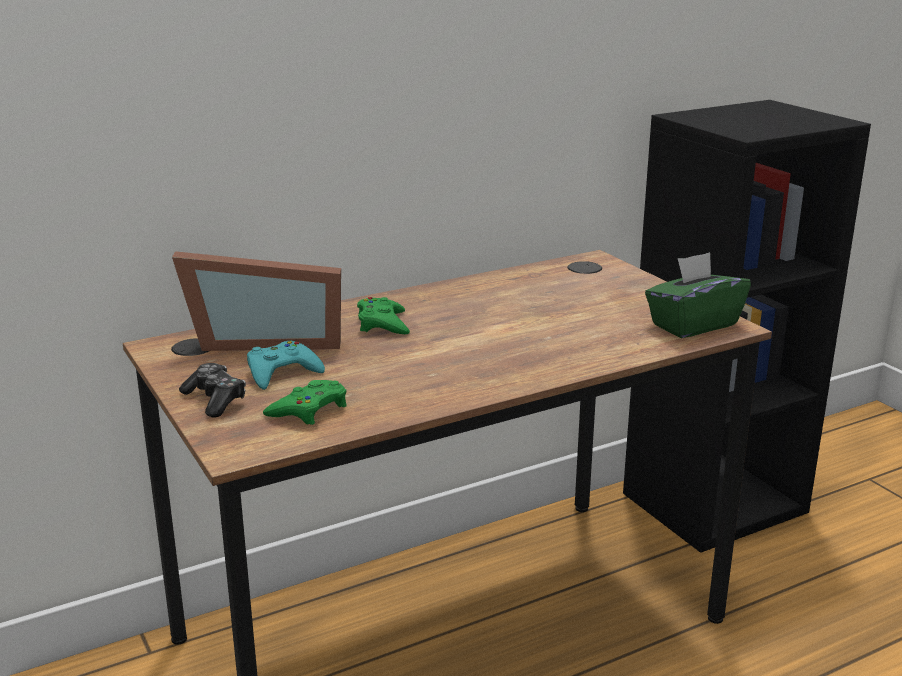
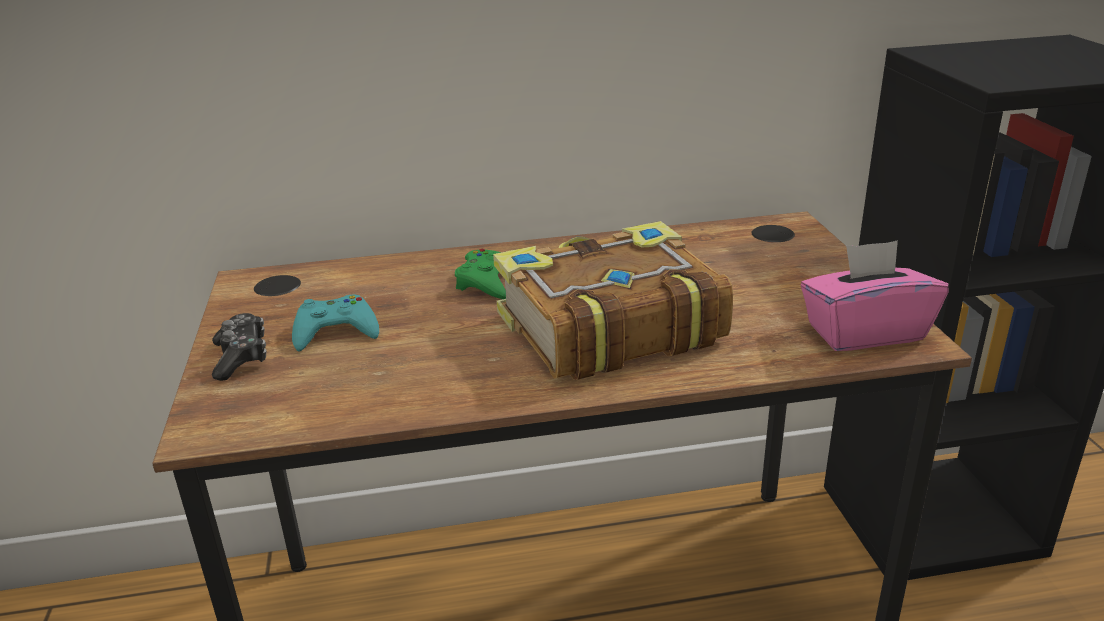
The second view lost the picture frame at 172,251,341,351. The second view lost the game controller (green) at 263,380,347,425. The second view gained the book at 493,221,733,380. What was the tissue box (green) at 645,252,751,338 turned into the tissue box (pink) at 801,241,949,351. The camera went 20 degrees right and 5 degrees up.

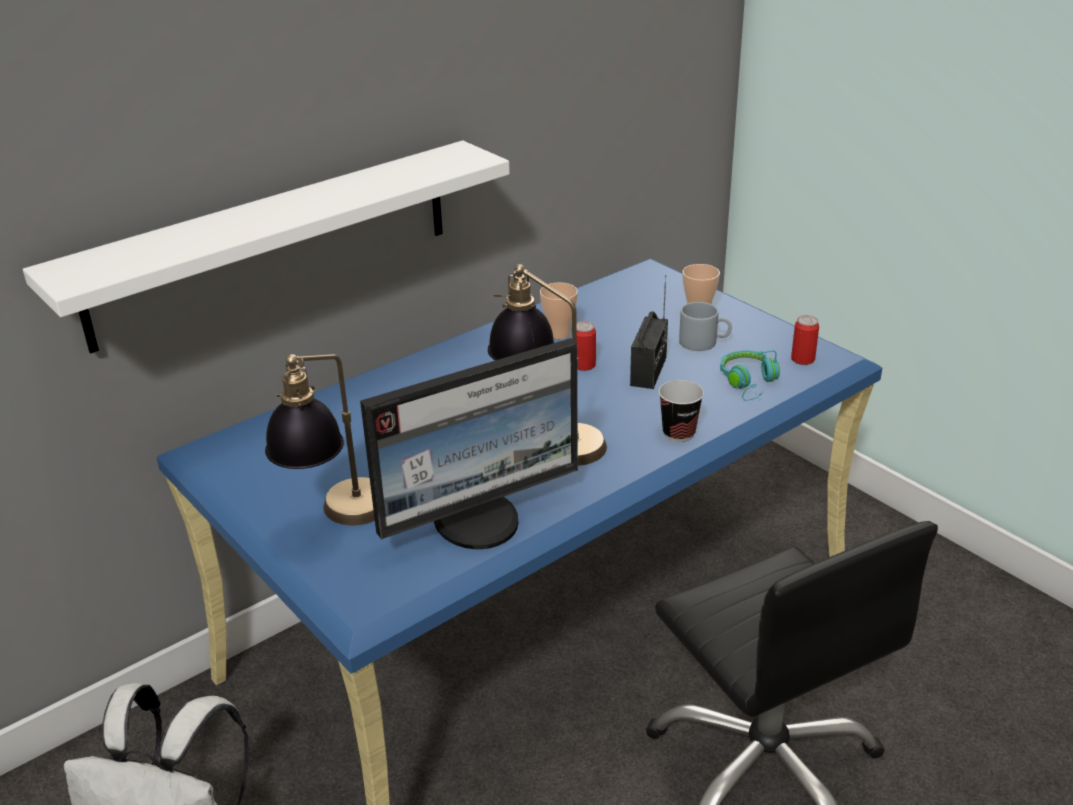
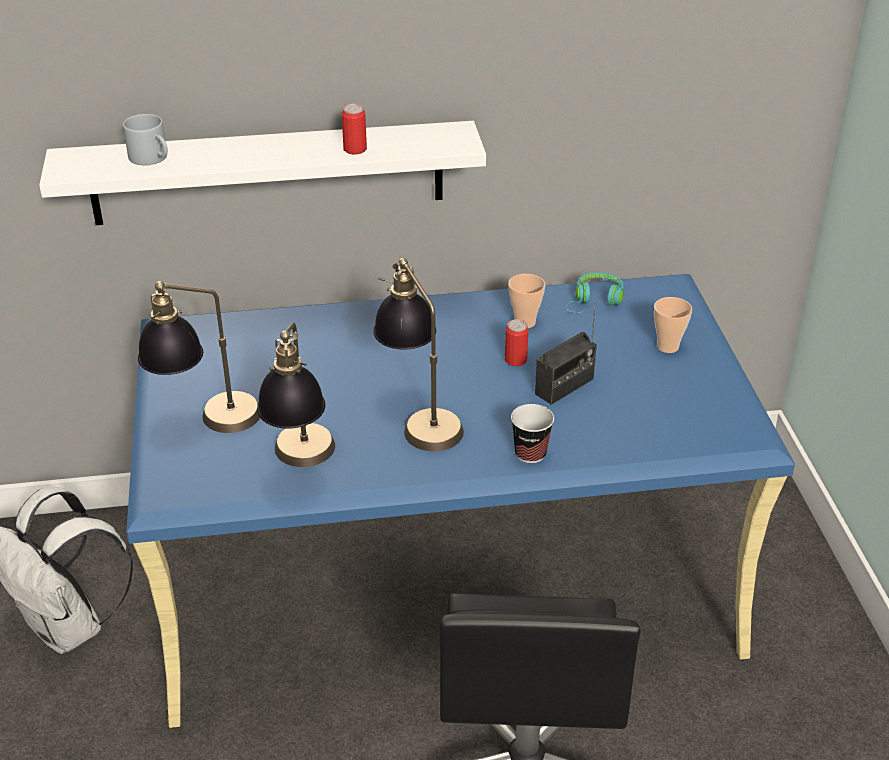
The mug (grey) ended up elsewhere, having gone from 679,302,732,351 to 123,114,168,165. The headphones (turquoise) ended up elsewhere, having gone from 720,350,780,401 to 566,272,624,313. The can ended up elsewhere, having gone from 791,315,819,365 to 342,104,367,155. Where the monitor stood at 360,338,578,549, the table lamp came to stand at 257,322,335,467. The camera went 30 degrees right and 5 degrees up.

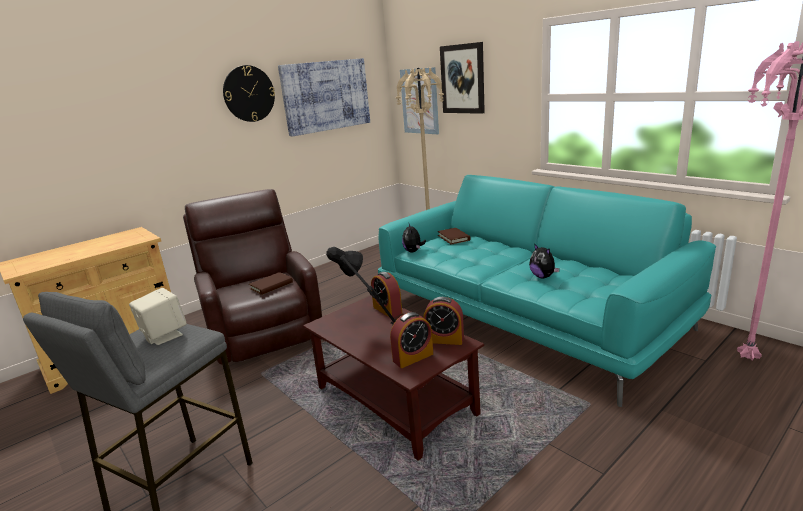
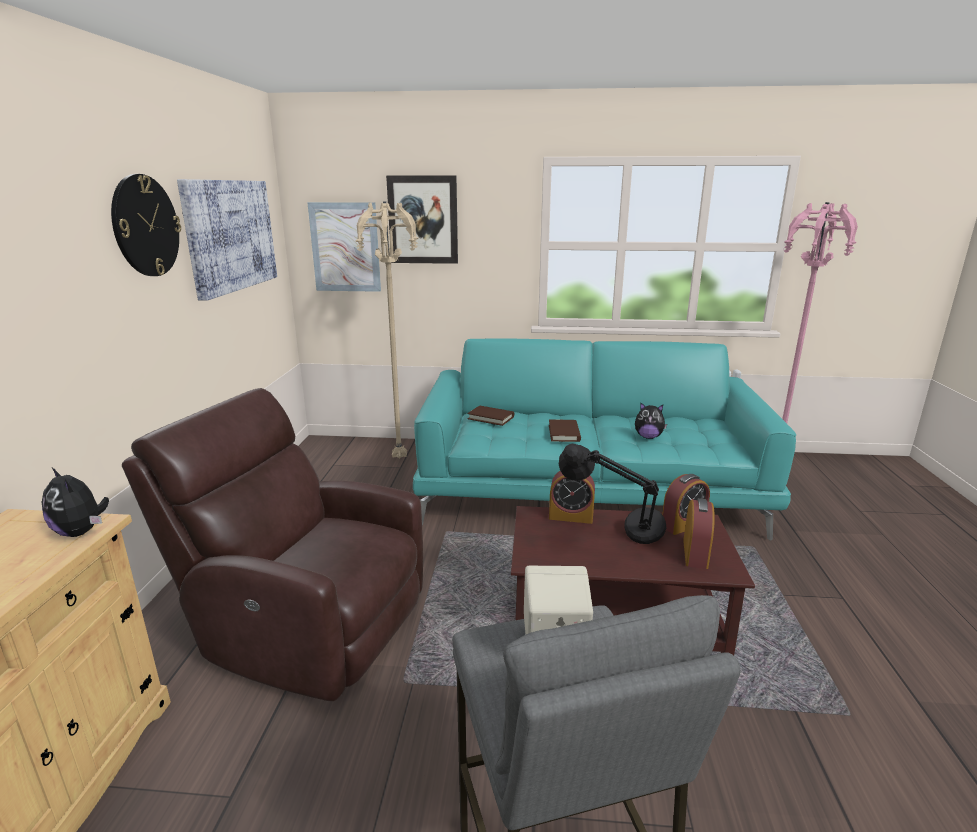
The book (brown) ended up elsewhere, having gone from 249,272,293,295 to 549,419,581,442. The plush toy ended up elsewhere, having gone from 402,222,426,252 to 42,468,109,537. The camera went 45 degrees left and 0 degrees up.

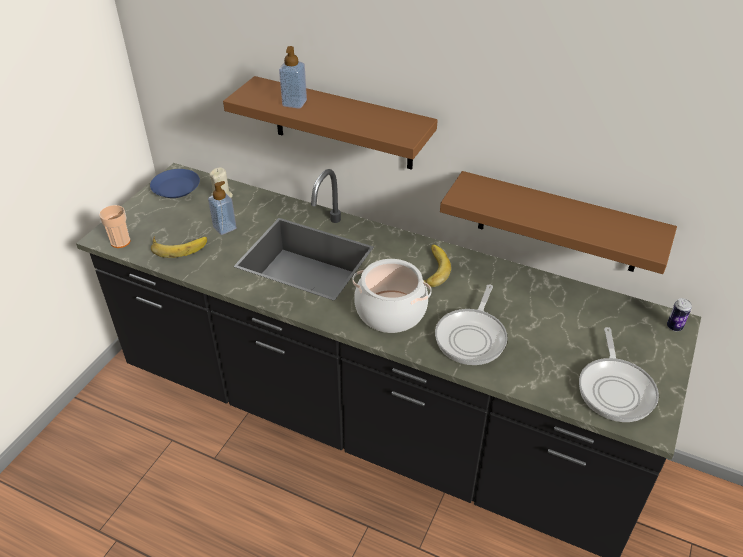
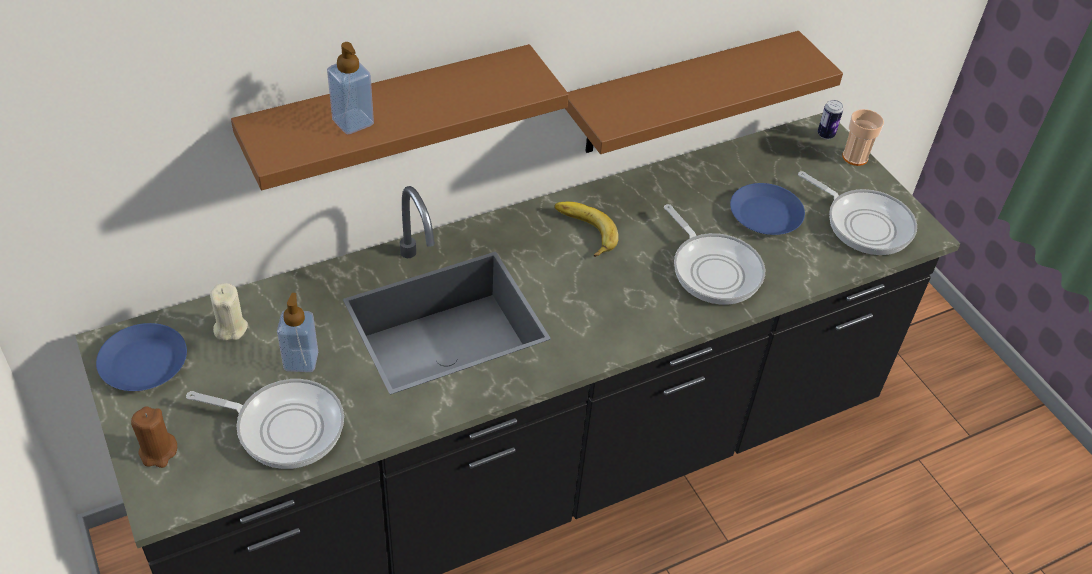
The second view lost the cooking pot at 352,259,432,333. The second view gained the candle (brown) at 131,406,177,468. The second view gained the plate (blue) at 730,183,805,235. The cup ended up elsewhere, having gone from 99,205,131,248 to 842,109,884,166. Where the banana stood at 151,236,207,258, the frying pan came to stand at 186,379,344,469. The camera went 55 degrees left and 5 degrees up.

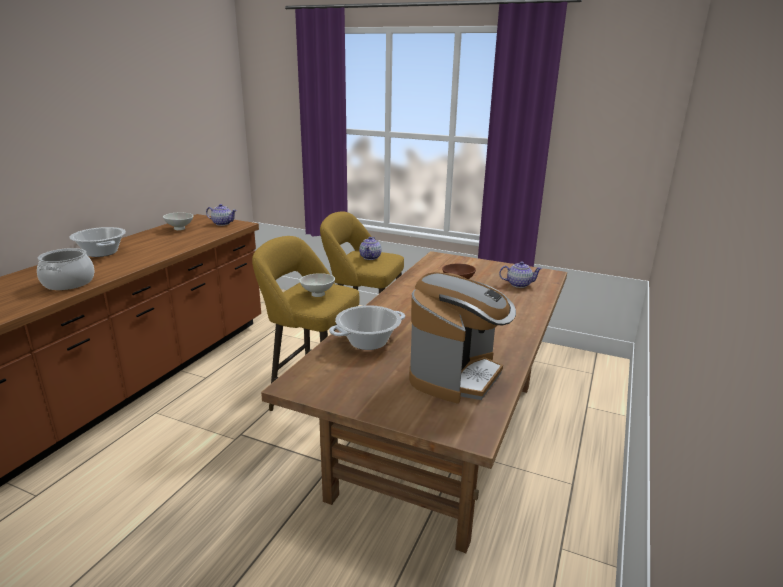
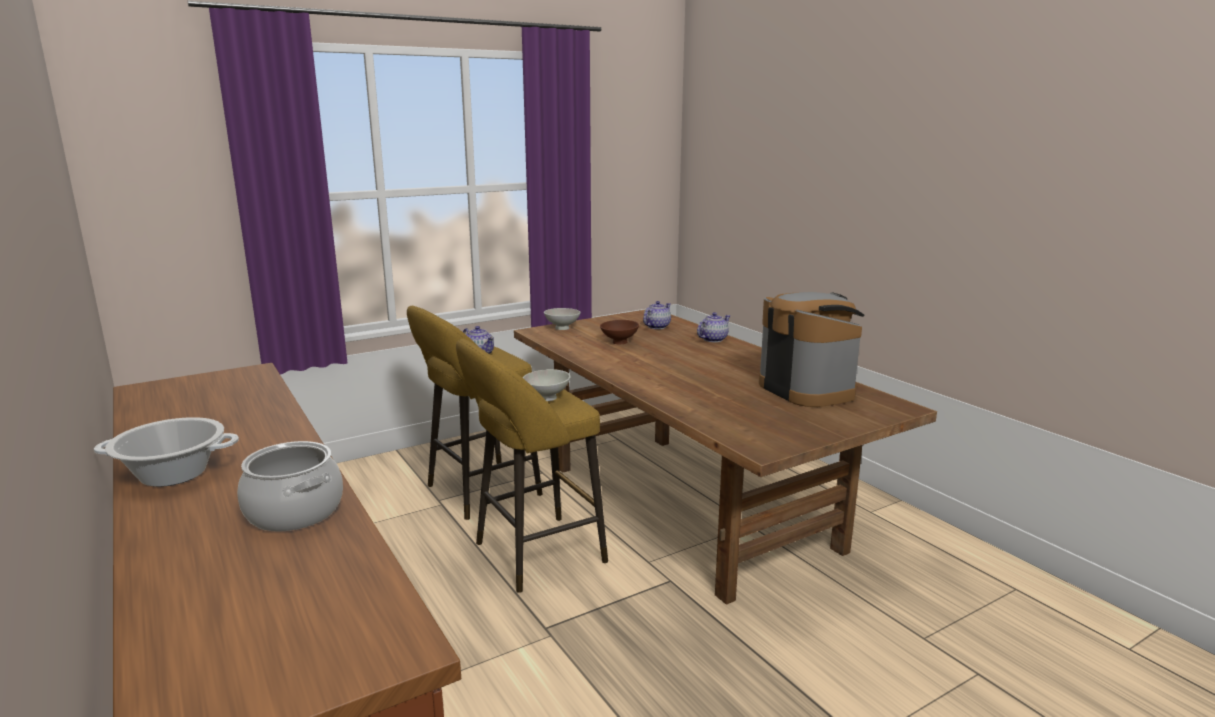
The second view lost the cooking pot at 329,305,405,350. The bowl (white) ended up elsewhere, having gone from 163,212,193,230 to 544,308,581,330. The teapot ended up elsewhere, having gone from 206,204,237,226 to 697,312,730,342. The camera went 55 degrees left and 5 degrees down.

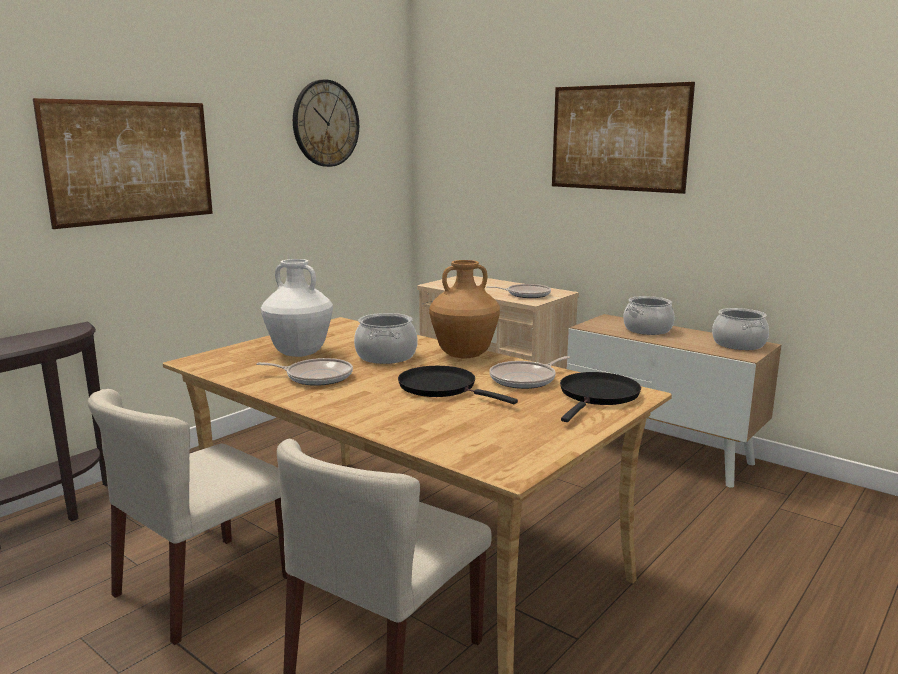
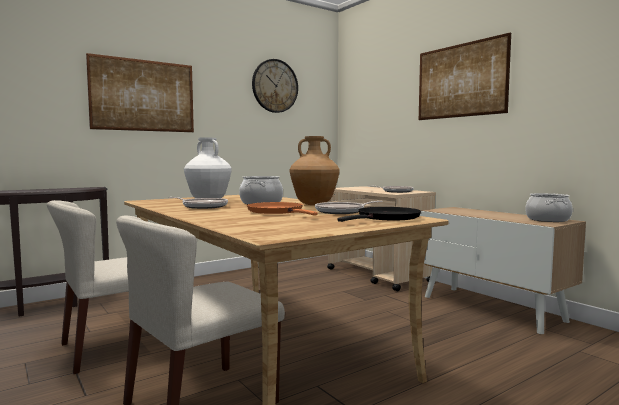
The second view lost the cooking pot at 623,296,675,335. What was the frying pan (black) at 398,366,518,404 turned into the frying pan (orange) at 247,202,318,216. The camera went 15 degrees right and 10 degrees down.

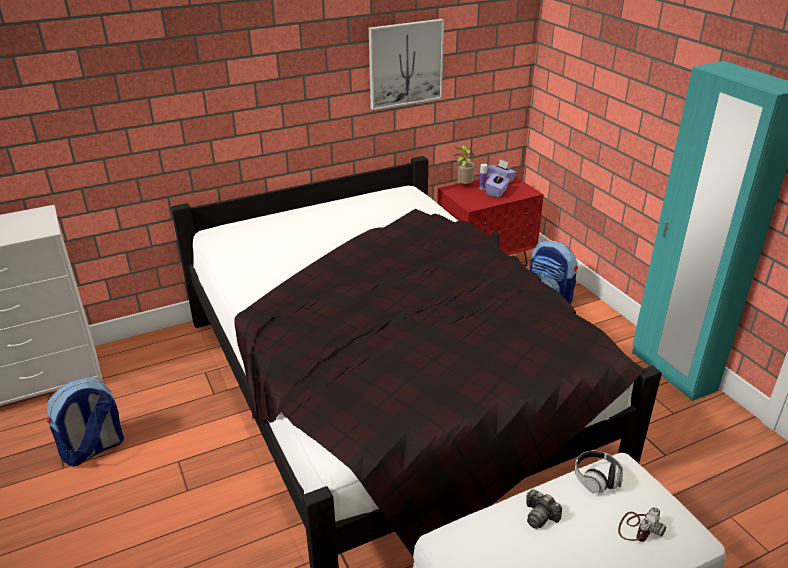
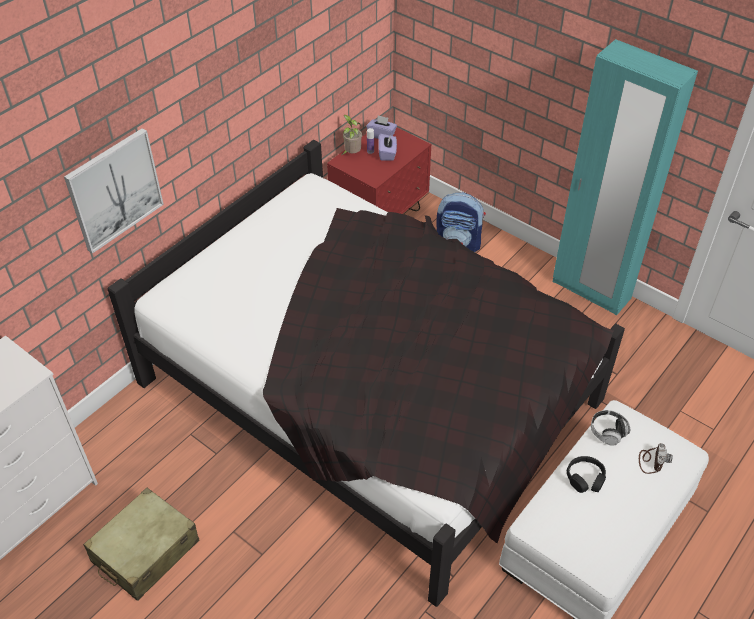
The picture ended up elsewhere, having gone from 369,19,444,110 to 64,128,164,254. Where the backpack stood at 47,377,124,467, the suitcase (beige) came to stand at 83,488,199,601. Where the photo camera stood at 526,489,562,529, the headphones (black) came to stand at 567,456,606,493. The camera went 25 degrees left and 15 degrees up.

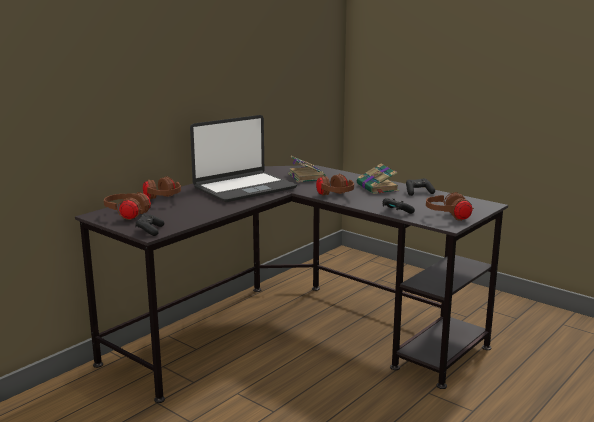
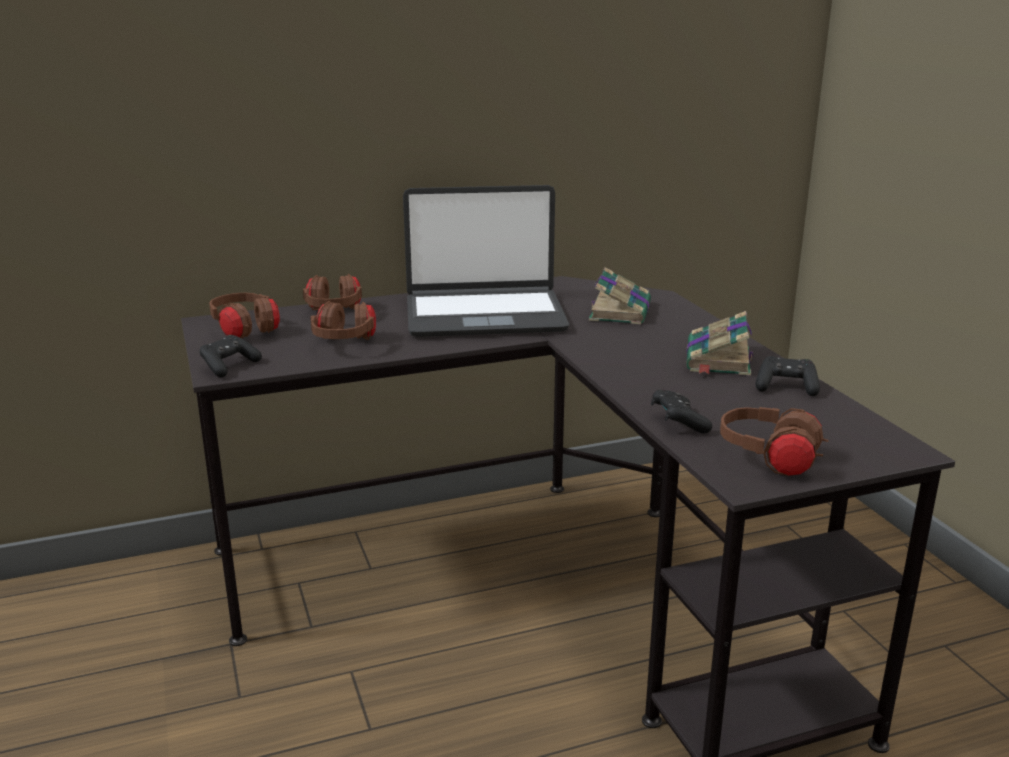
The headphones (brown) ended up elsewhere, having gone from 316,174,354,195 to 310,301,376,340. The camera went 30 degrees right and 5 degrees up.

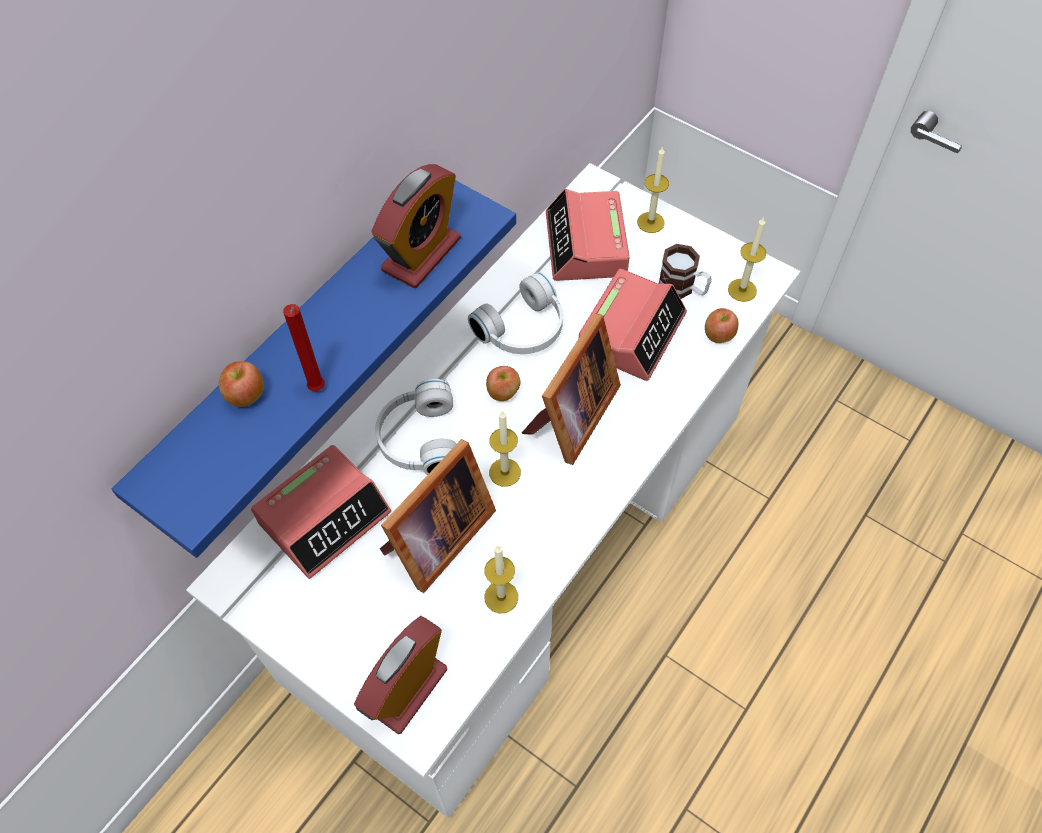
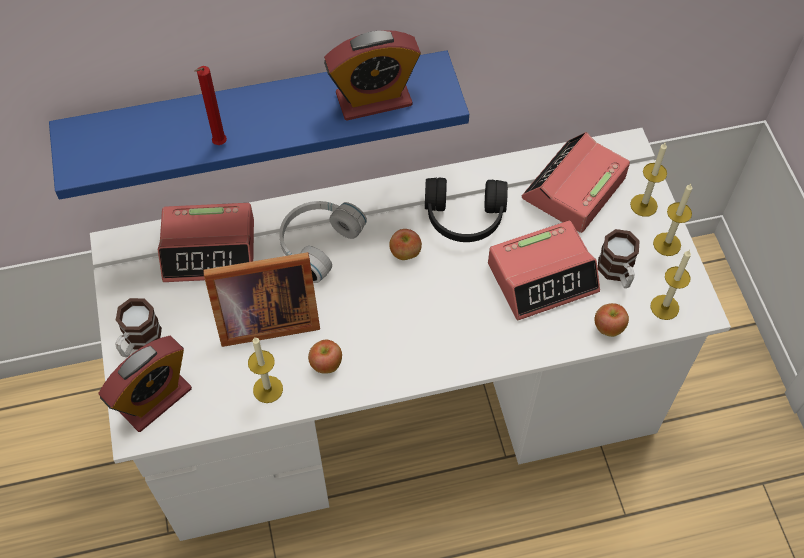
The second view lost the picture frame at 522,313,621,465. The second view gained the mug at 115,298,162,357. The apple ended up elsewhere, having gone from 219,361,264,407 to 308,340,342,374. The candle ended up elsewhere, having gone from 489,410,521,487 to 653,184,692,256. What was the headphones (white) at 468,272,563,354 turned into the headphones (black) at 425,178,508,242. The alarm clock at 354,616,447,734 ended up facing another way, 150 degrees clockwise from before. The camera went 40 degrees right and 0 degrees up.

